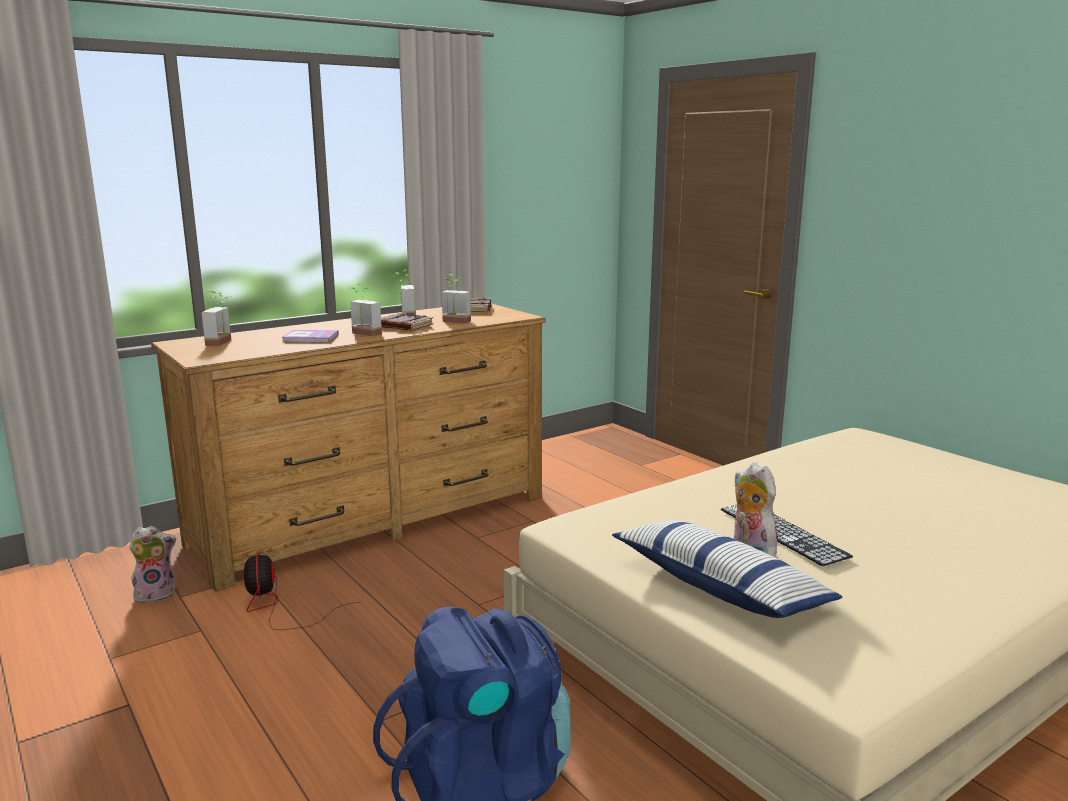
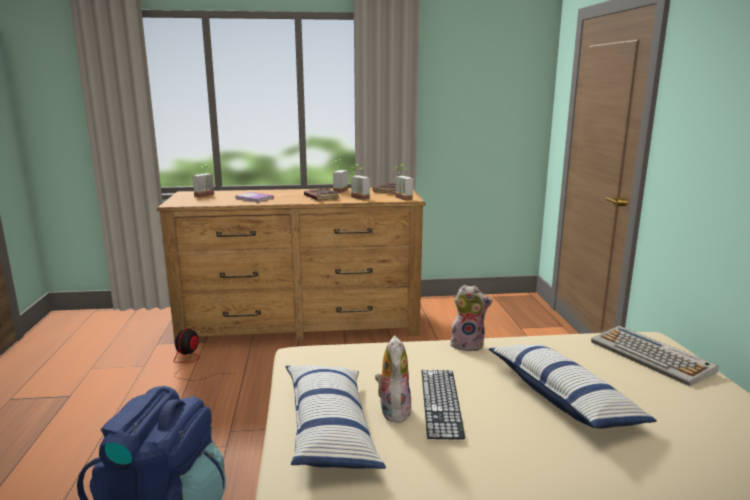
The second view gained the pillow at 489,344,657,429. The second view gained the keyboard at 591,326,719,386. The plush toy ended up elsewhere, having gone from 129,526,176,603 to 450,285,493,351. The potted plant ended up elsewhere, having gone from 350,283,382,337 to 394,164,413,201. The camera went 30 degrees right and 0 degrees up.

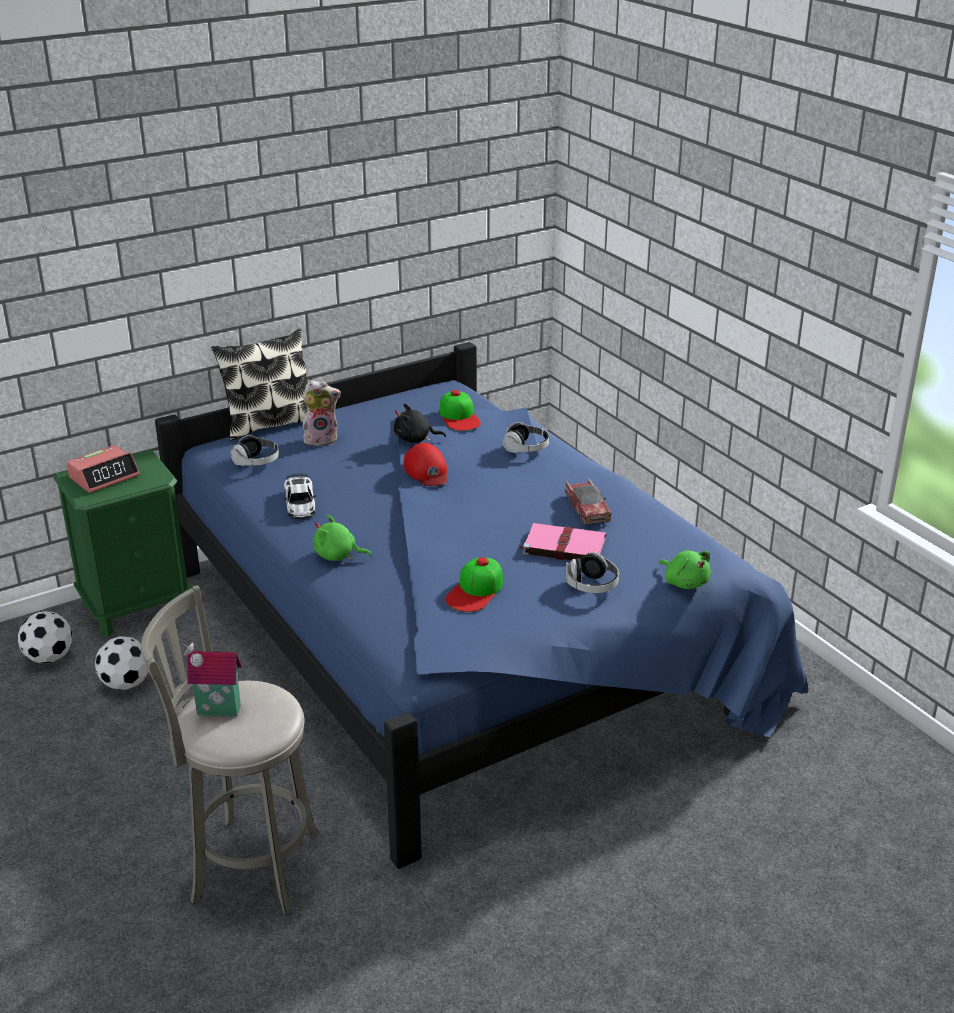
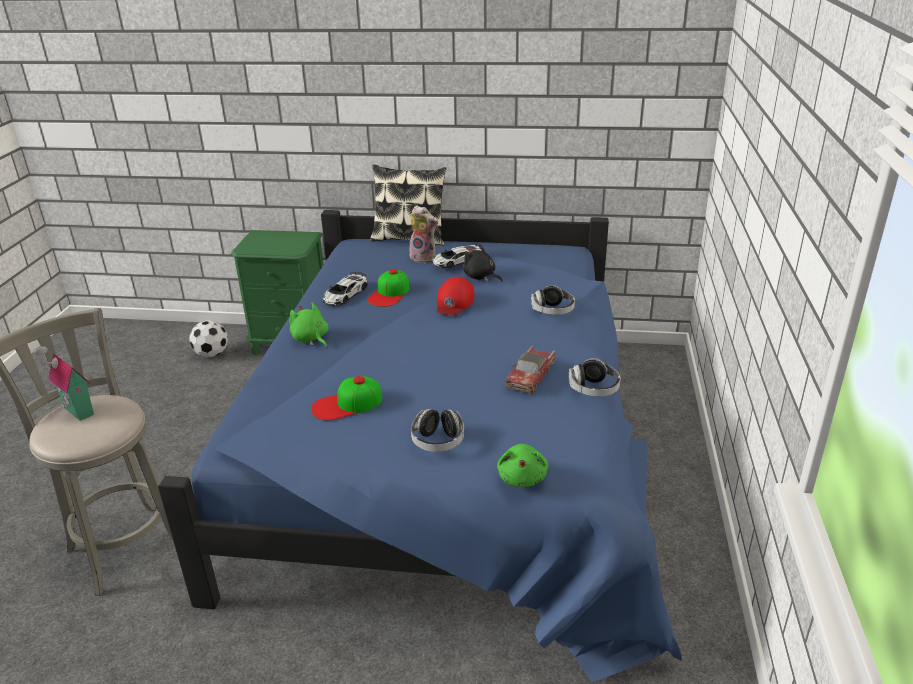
The second view lost the alarm clock at 67,445,140,493. The second view lost the football at 95,636,148,690. The second view lost the book (pink) at 518,523,606,560. The second view gained the toy car at 432,243,482,268. The headphones ended up elsewhere, having gone from 230,435,279,466 to 569,358,620,397. The cap ended up elsewhere, having gone from 440,390,481,431 to 367,269,409,307. The camera went 40 degrees right and 0 degrees up.

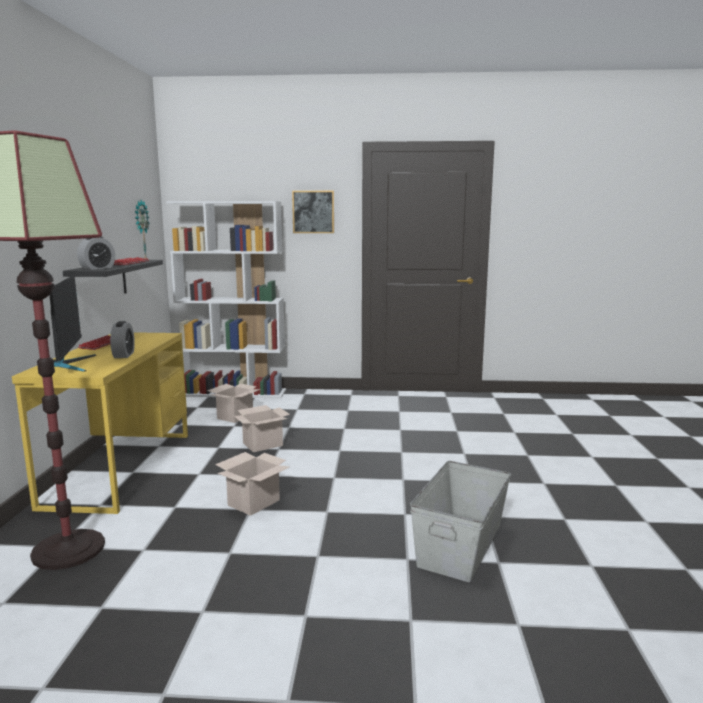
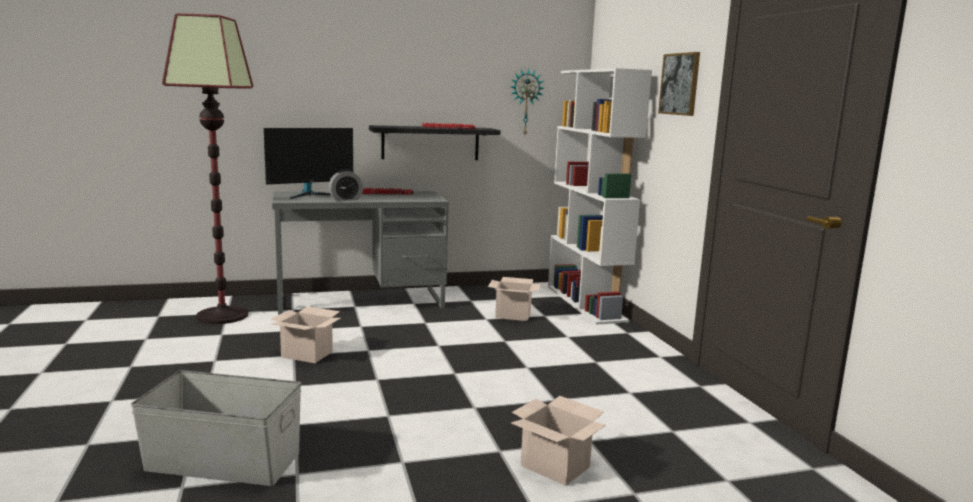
The second view lost the alarm clock at 77,237,115,270. The cardboard box ended up elsewhere, having gone from 234,405,290,452 to 511,396,606,486. What was the desk (yellow) at 12,332,188,514 turned into the desk (grey) at 272,191,449,315. The camera went 70 degrees right and 0 degrees up.

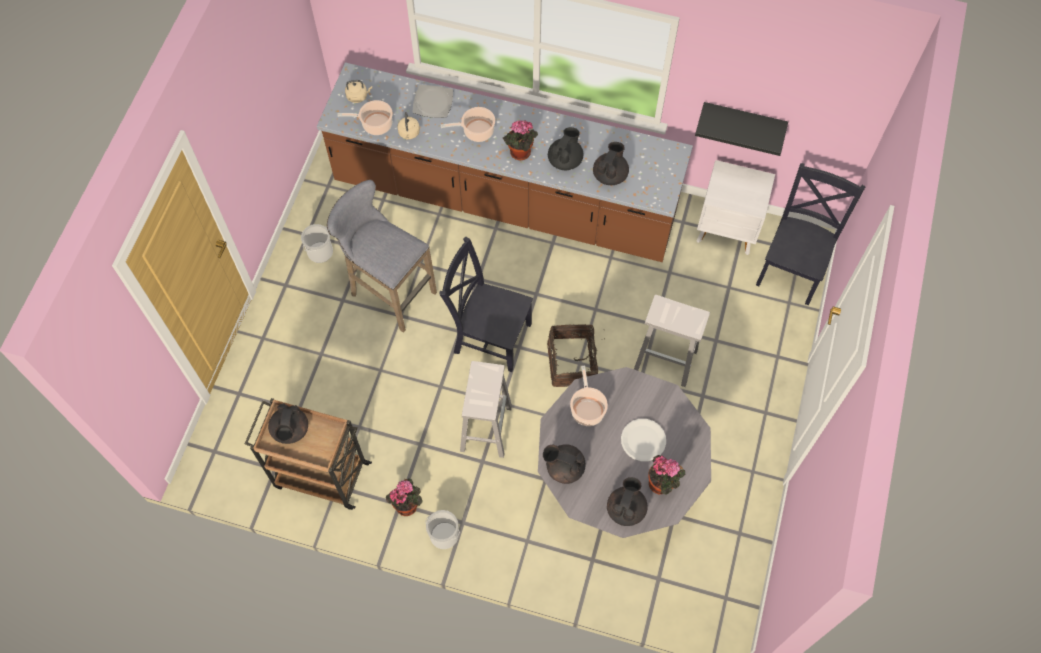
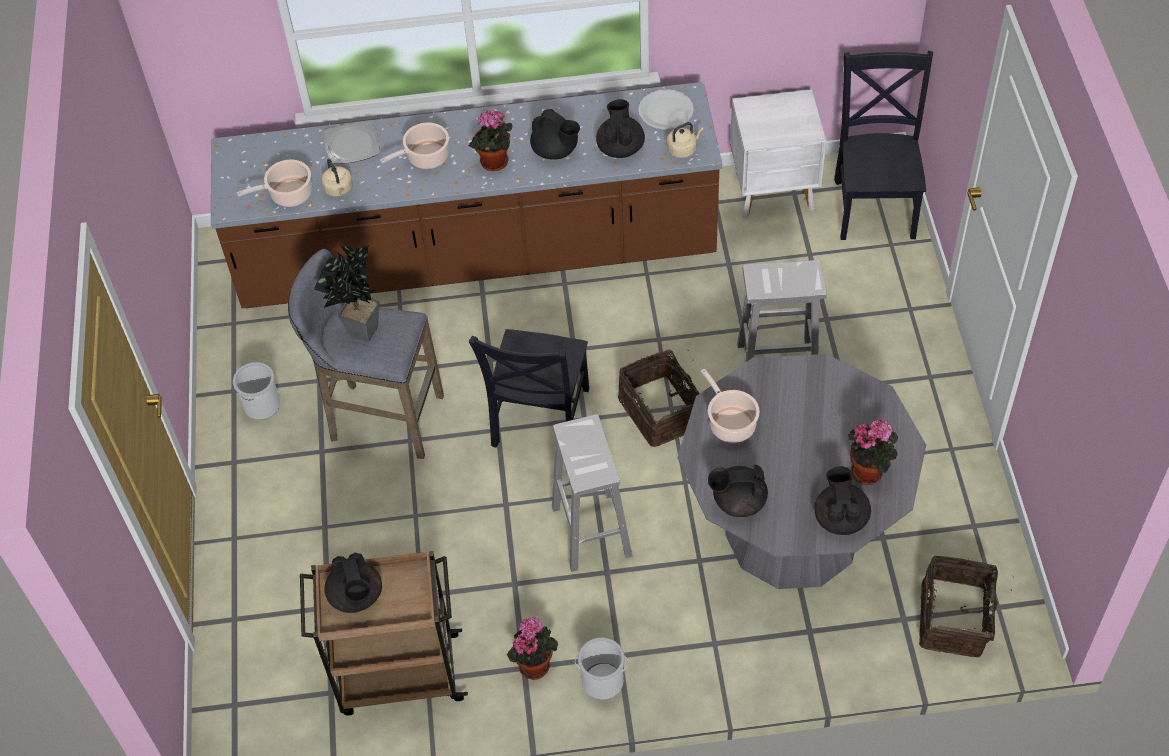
The second view lost the shelf (black) at 695,102,788,156. The second view gained the potted plant at 314,245,379,342. The second view gained the basket at 919,555,1012,657. The kettle (beige) ended up elsewhere, having gone from 345,80,372,103 to 667,122,704,158. The plate (white) ended up elsewhere, having gone from 621,419,666,461 to 638,89,694,130. The chair (black) at 439,236,533,372 ended up facing another way, 75 degrees counterclockwise from before. The teapot (black) at 548,127,583,170 ended up facing another way, 120 degrees clockwise from before. The camera went 20 degrees left and 10 degrees down.

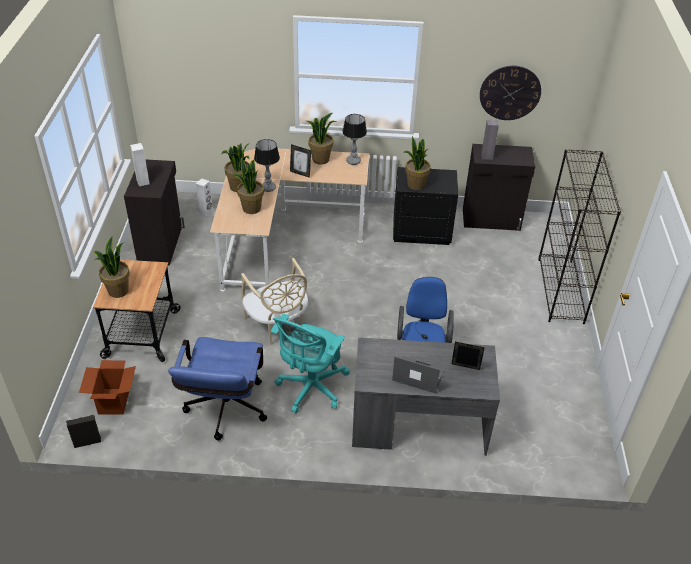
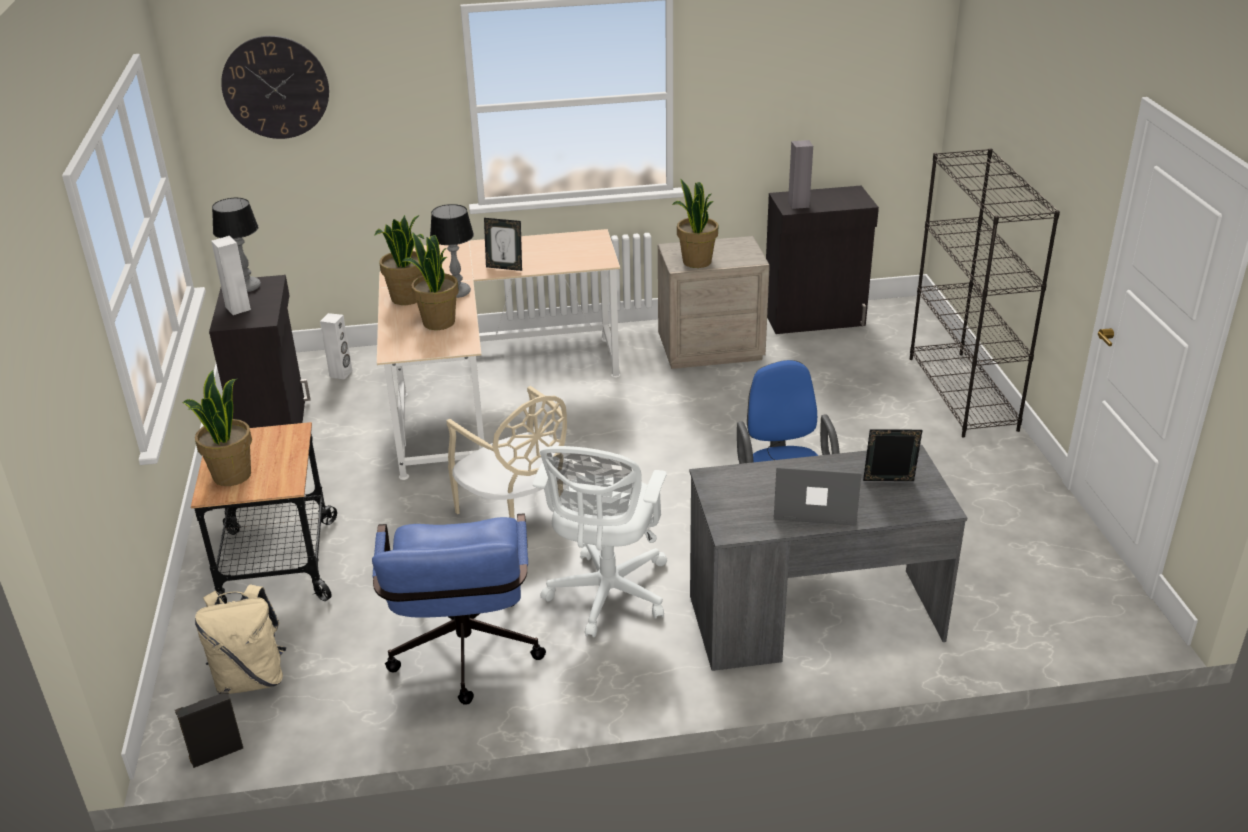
The second view lost the potted plant at 307,113,336,165. The table lamp ended up elsewhere, having gone from 342,114,367,165 to 212,198,261,292. The wall clock ended up elsewhere, having gone from 480,66,541,120 to 221,36,329,139. Where the cardboard box stood at 79,360,136,415, the backpack (beige) came to stand at 195,584,286,694. What was the office chair (turquoise) at 271,314,350,413 turned into the office chair (white) at 533,446,667,637. What was the nightstand (black) at 393,167,458,245 turned into the nightstand (beige) at 658,236,770,369. The camera went 10 degrees left and 10 degrees down.

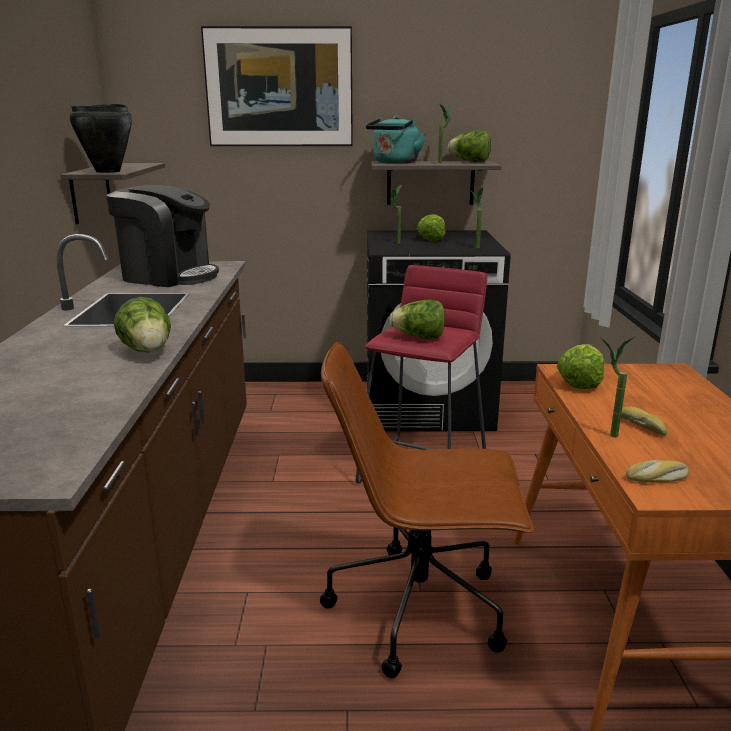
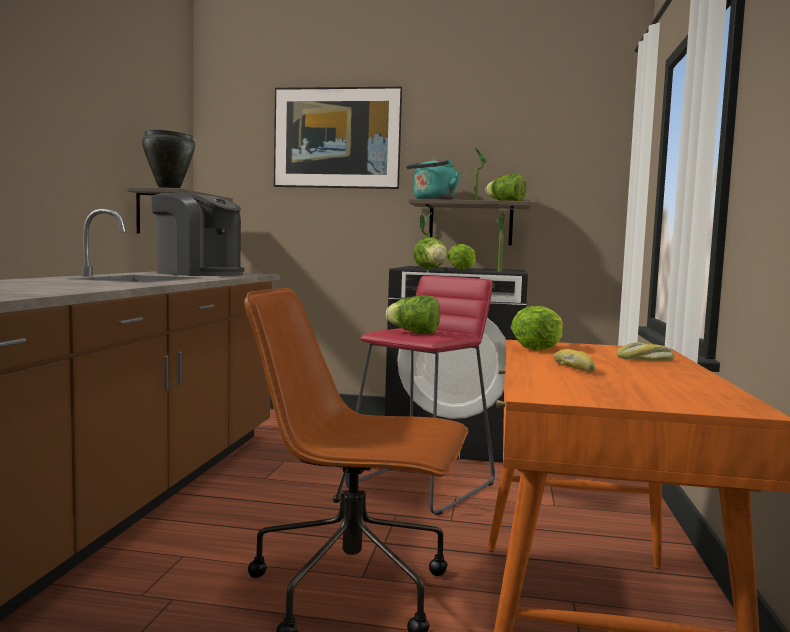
The second view lost the potted plant at 600,337,634,438. The lettuce ended up elsewhere, having gone from 114,297,171,353 to 413,237,447,269. The bread ended up elsewhere, having gone from 626,460,689,483 to 616,342,674,361. The camera went 10 degrees right and 15 degrees down.

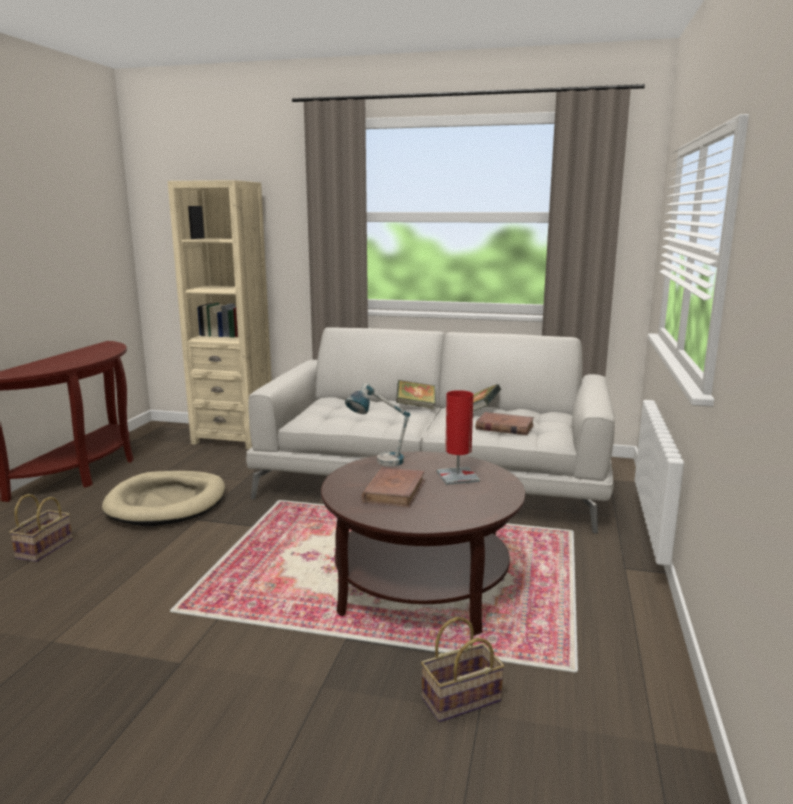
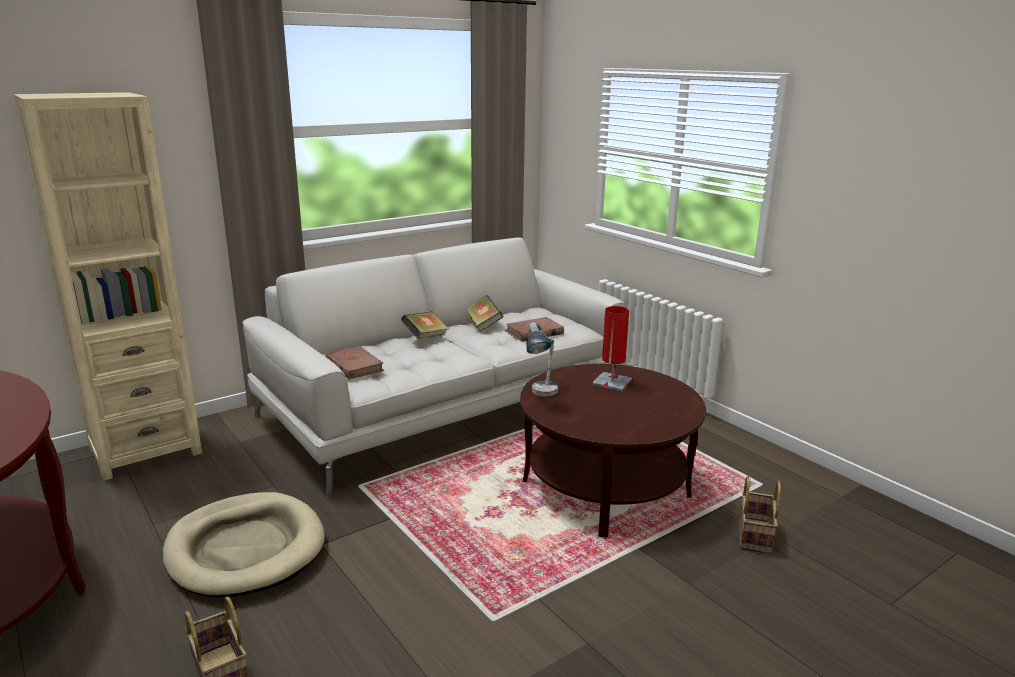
The book (brown) ended up elsewhere, having gone from 361,467,426,508 to 325,346,384,379. The camera went 50 degrees left and 5 degrees up.

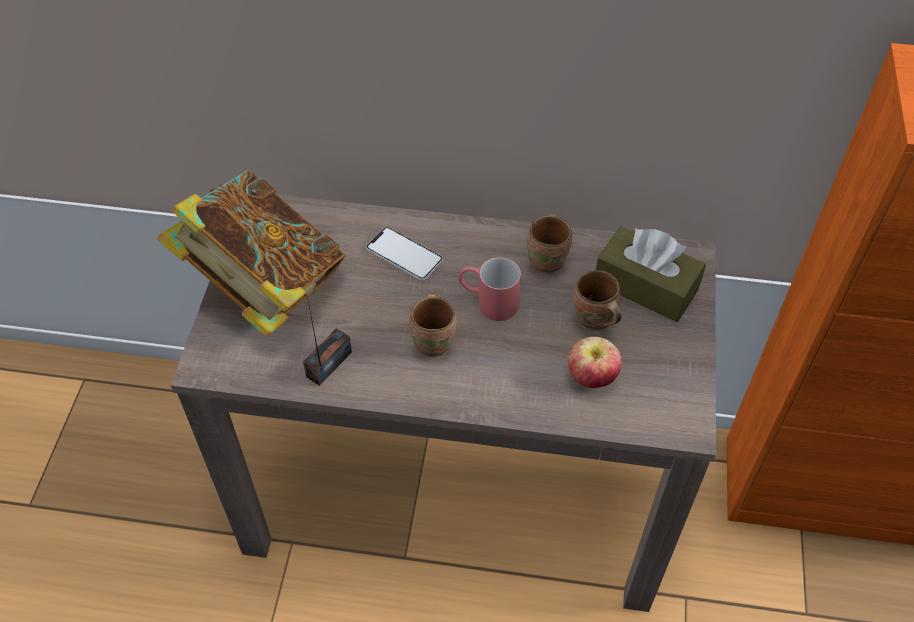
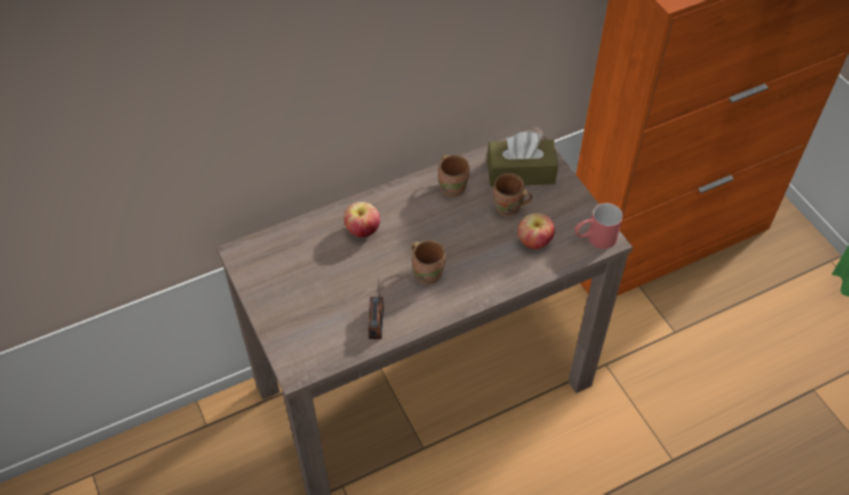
The second view lost the book at 157,170,345,337. The mug (red) ended up elsewhere, having gone from 458,257,521,321 to 575,203,623,249. Where the phone stood at 366,227,443,281, the apple came to stand at 344,202,380,237. The camera went 35 degrees left and 0 degrees up.

